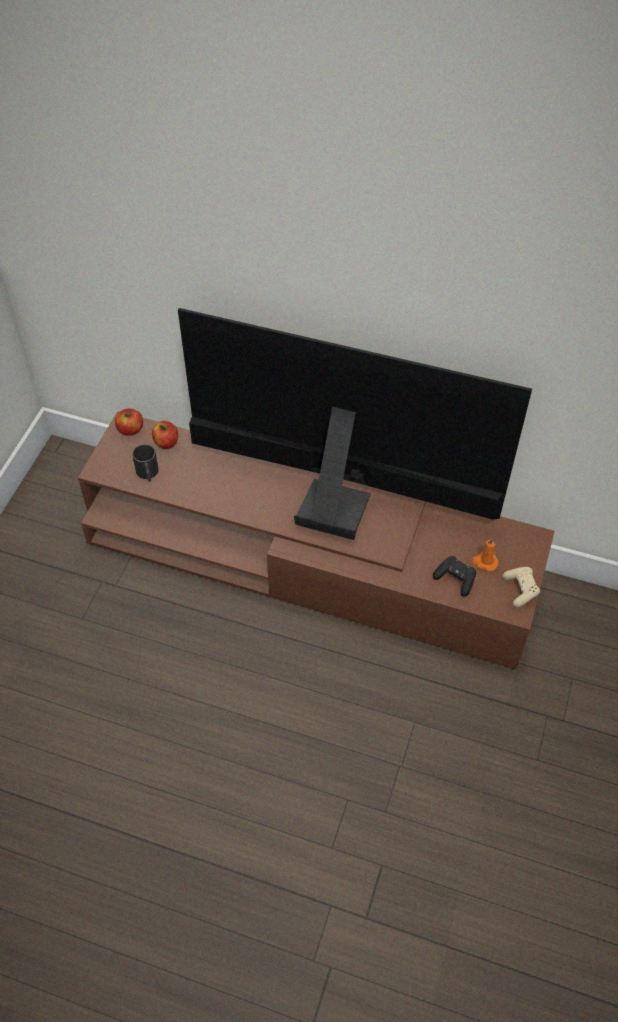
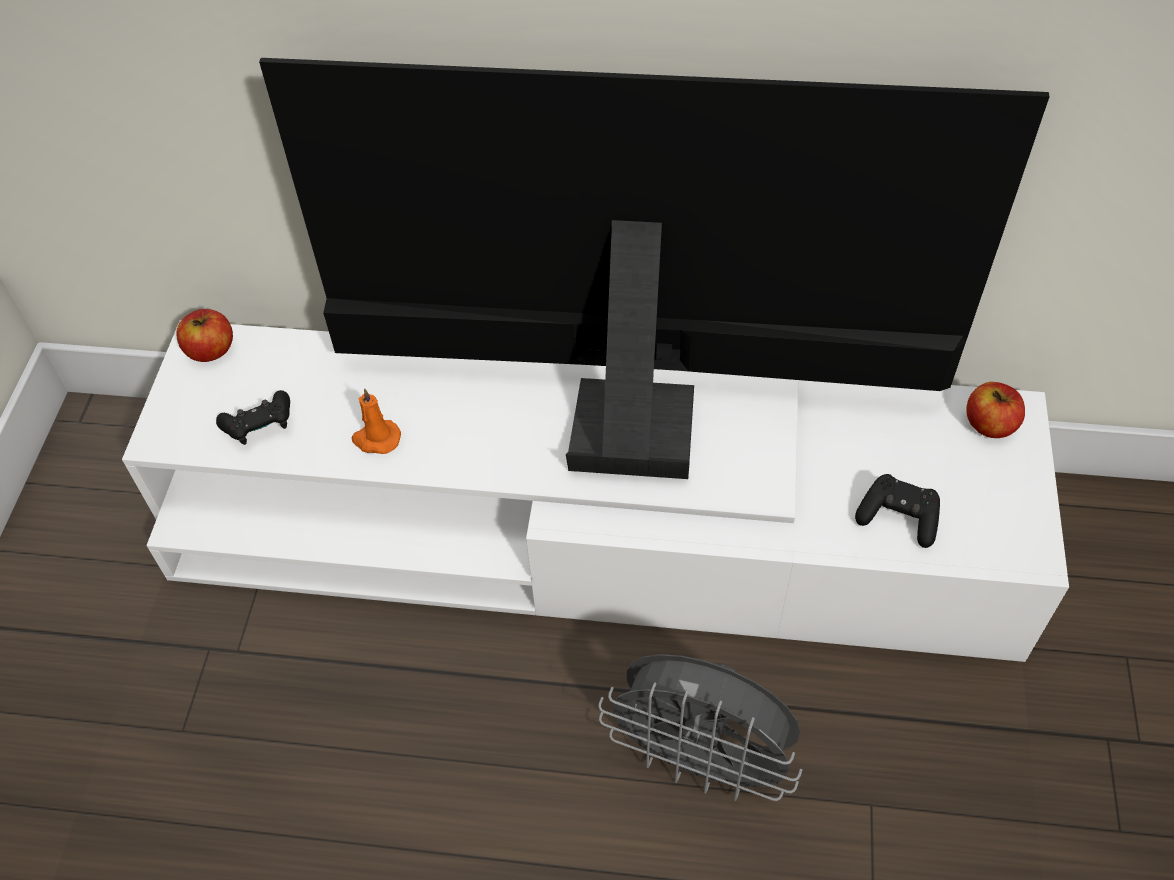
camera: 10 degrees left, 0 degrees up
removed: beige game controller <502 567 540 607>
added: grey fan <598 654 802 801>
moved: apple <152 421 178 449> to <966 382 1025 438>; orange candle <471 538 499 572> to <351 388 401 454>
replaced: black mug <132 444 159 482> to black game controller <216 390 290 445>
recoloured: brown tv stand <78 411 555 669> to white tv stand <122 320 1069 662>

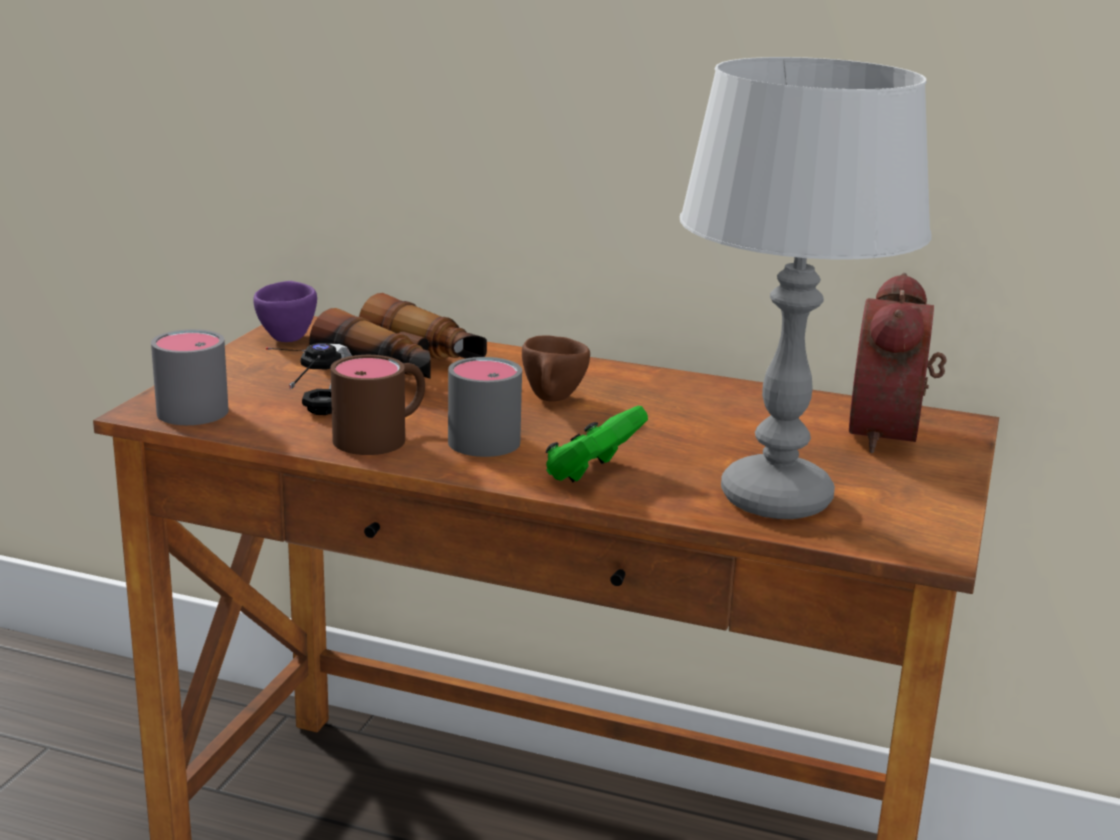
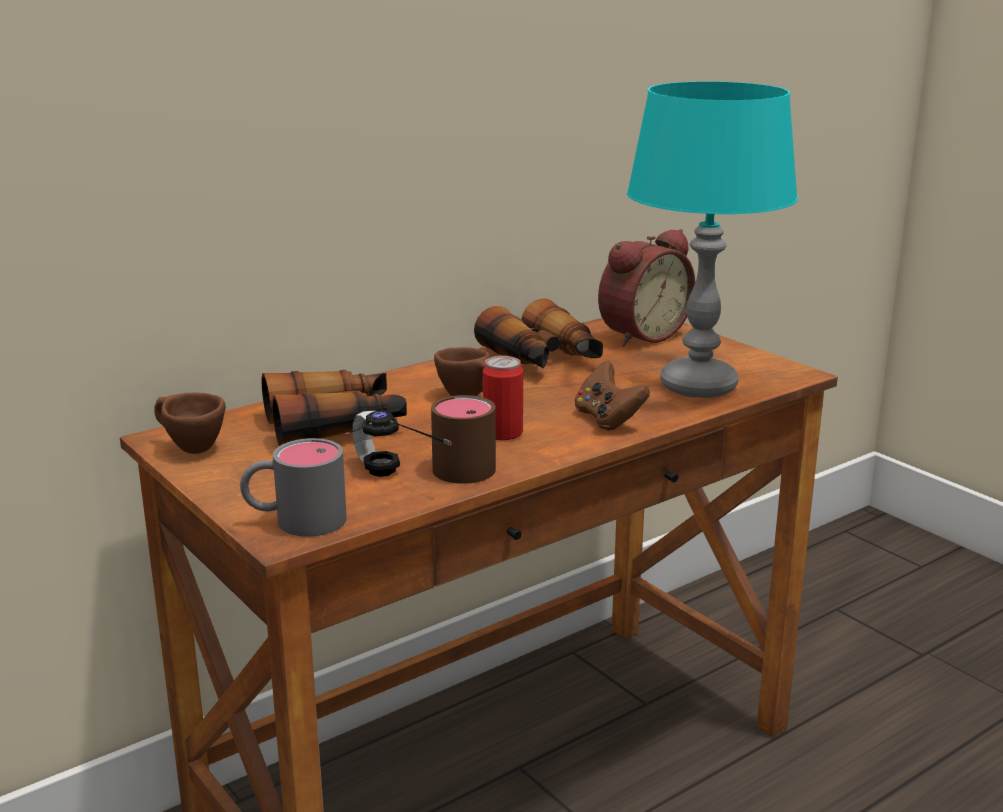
camera: 55 degrees left, 0 degrees up
added: binoculars <474 299 603 368>
replaced: grey mug <448 357 522 457> to can <483 356 523 440>
recoloured: grey table lamp <680 57 932 519> to turquoise table lamp <627 81 798 398>; purple cup <253 281 317 342> to brown cup <154 392 226 454>; green game controller <546 406 648 482> to brown game controller <575 361 650 431>
turned: alarm clock <849 273 946 453> = <598 229 695 346> 90 degrees counterclockwise

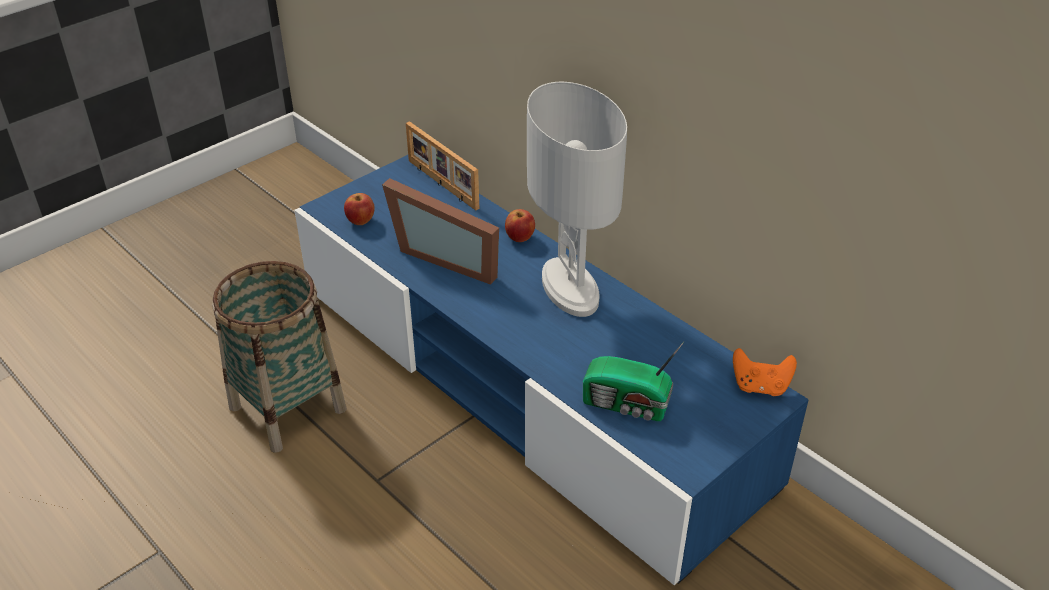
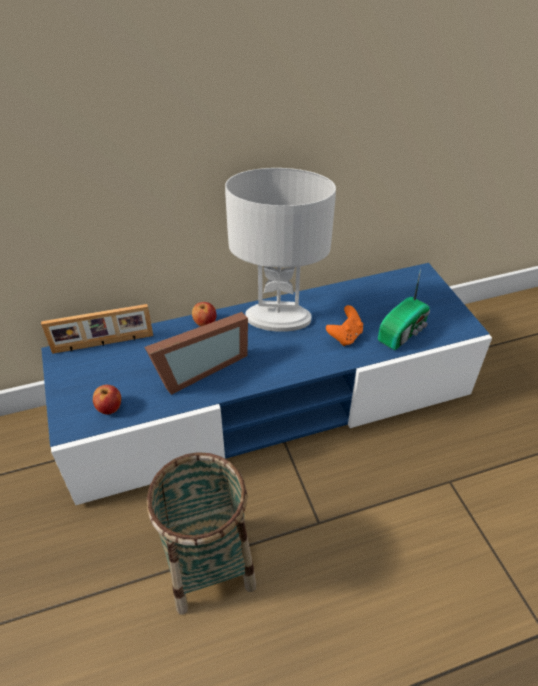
camera: 65 degrees left, 5 degrees up
moved: orange game controller <733 348 797 396> to <326 305 363 346>

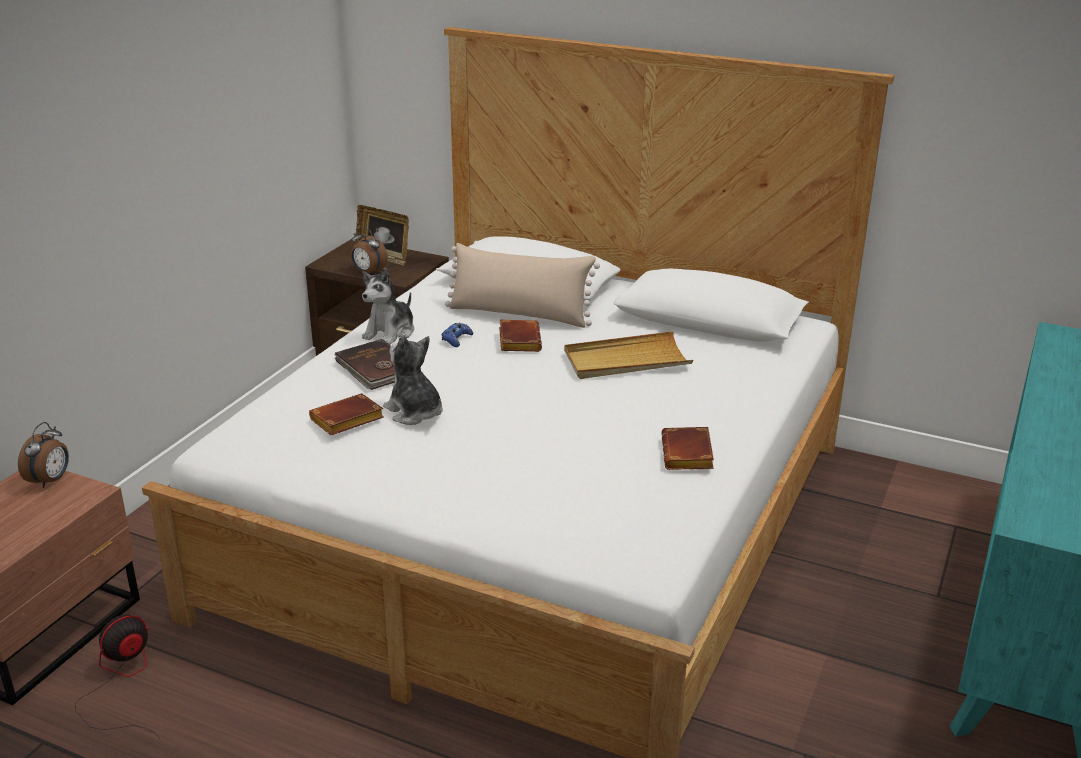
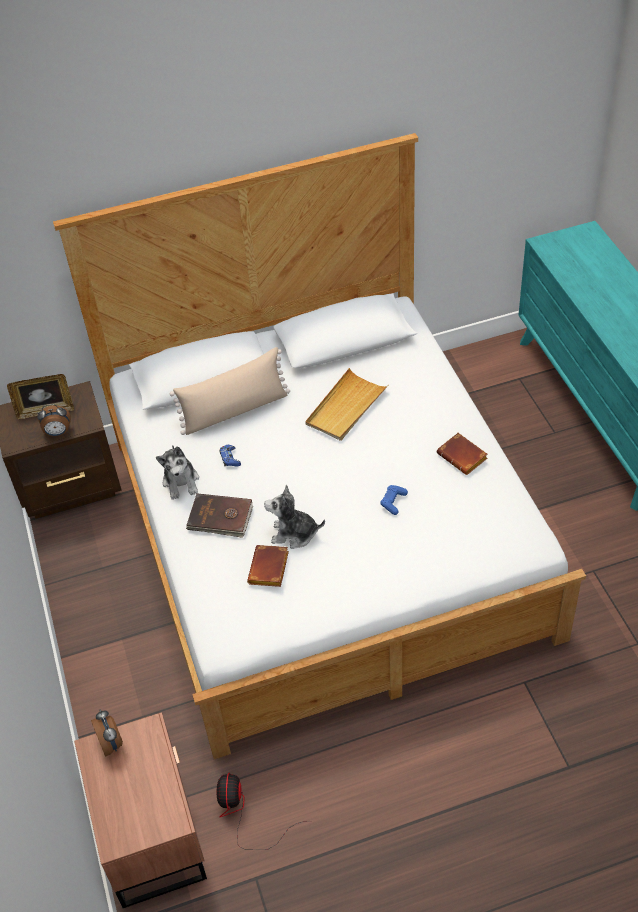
camera: 40 degrees left, 20 degrees up
removed: brown book <499 320 542 352>
added: blue game controller <380 485 408 515>

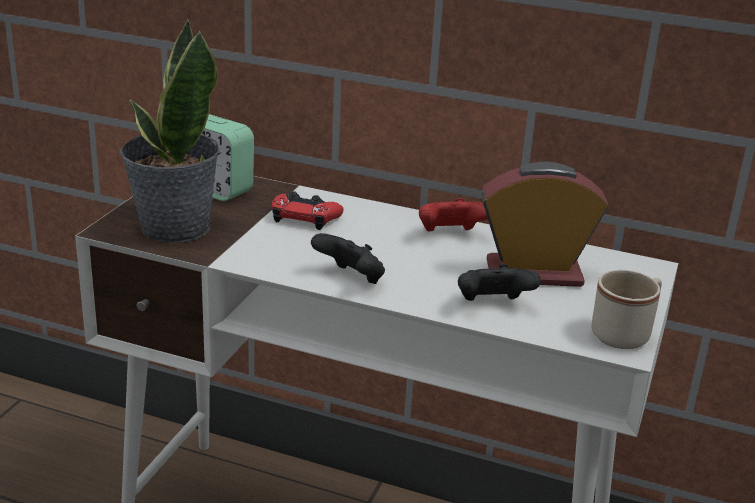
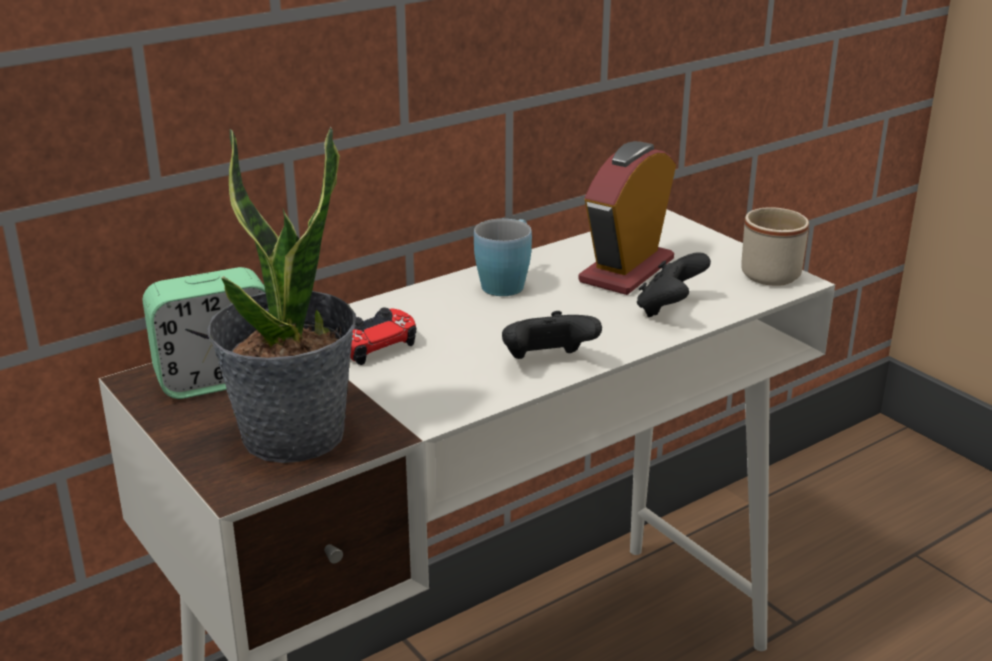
camera: 55 degrees left, 0 degrees up
replaced: red game controller <419 198 488 232> to blue mug <474 219 532 296>

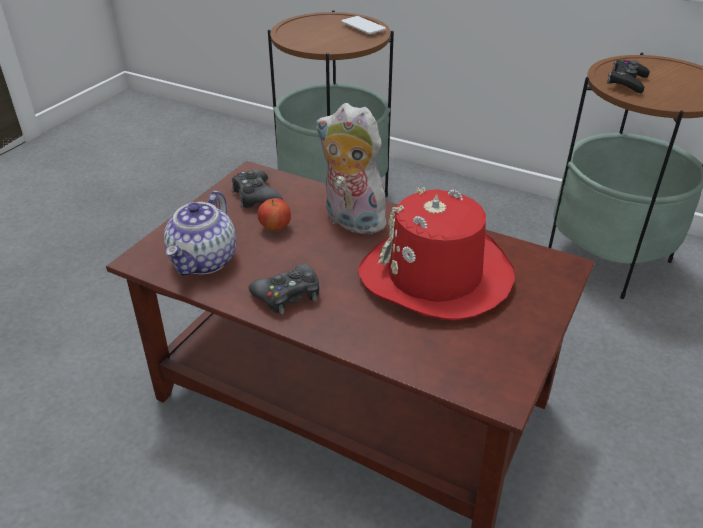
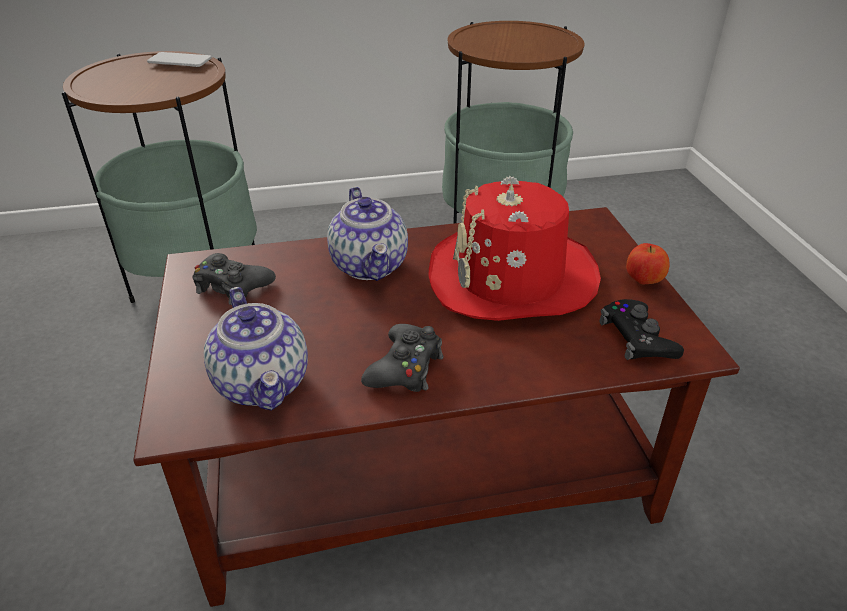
camera: 40 degrees left, 0 degrees up
moved: black game controller <607 60 650 93> to <599 299 684 360>; apple <257 198 291 231> to <626 243 670 284>
replaced: plush toy <316 103 386 234> to teapot <327 187 408 281>

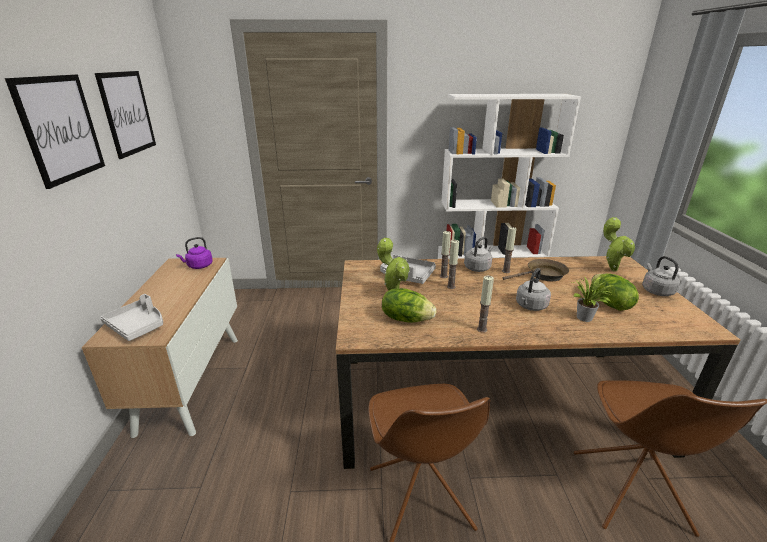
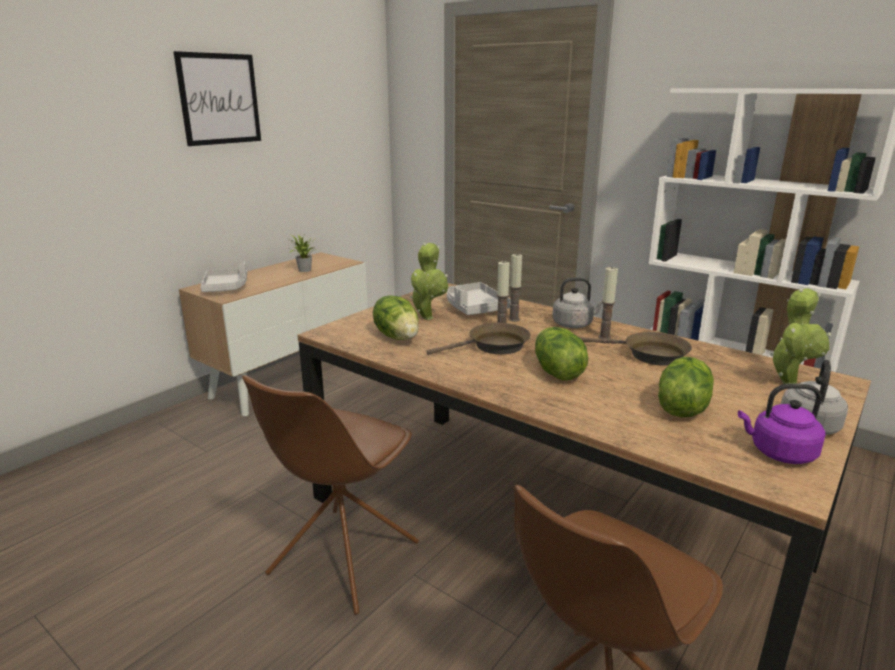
camera: 40 degrees right, 5 degrees down
removed: picture <95 71 156 159>; candle <477 276 494 333>
added: brown frying pan <426 323 531 355>
moved: purple kettle <176 237 213 269> to <738 384 825 464>; potted plant <570 276 615 322> to <287 234 316 272>
replaced: grey kettle <516 268 551 311> to lettuce <535 327 588 380>

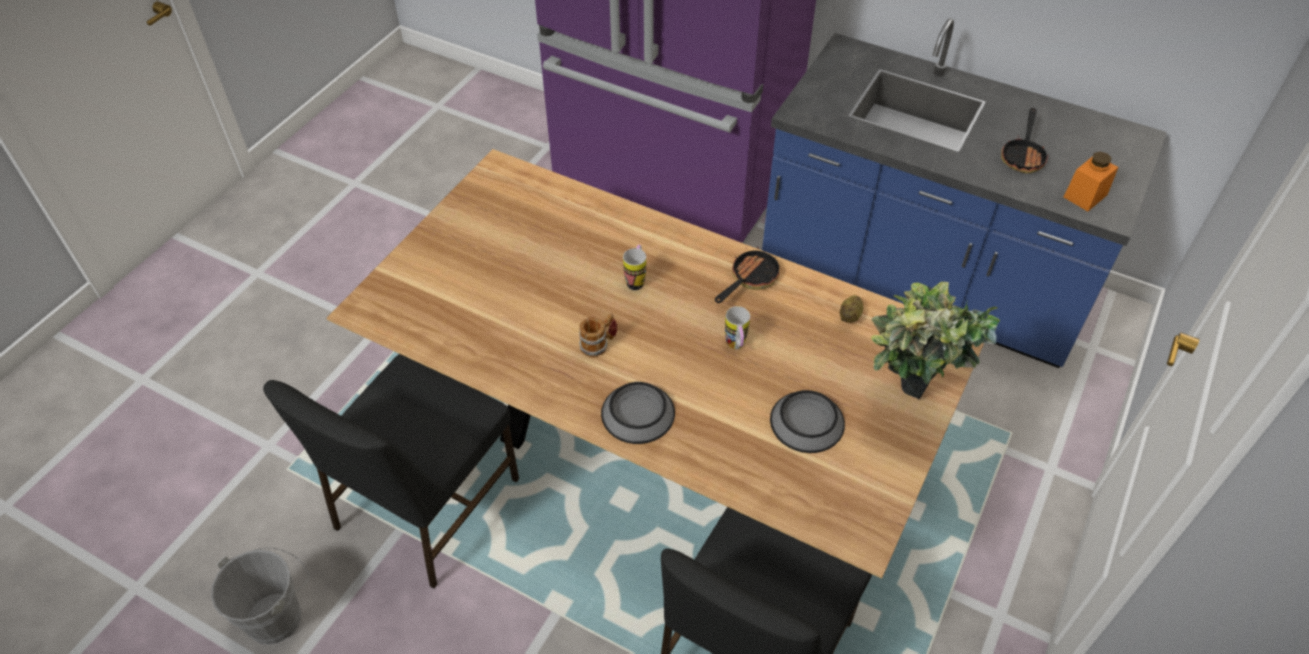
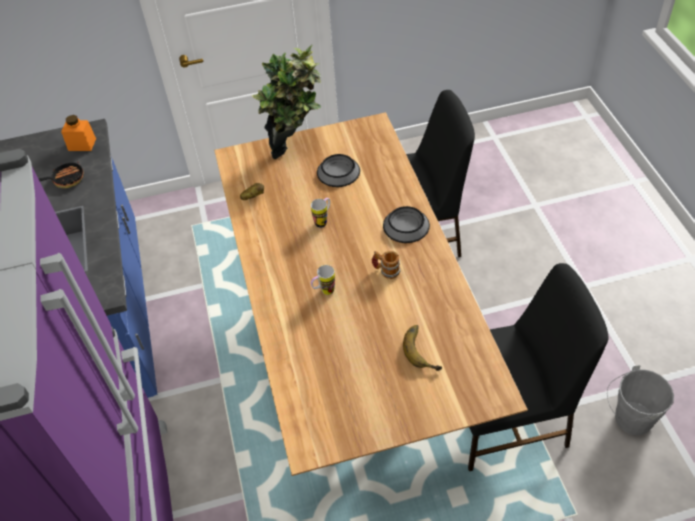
camera: 130 degrees left, 0 degrees up
removed: frying pan <715 247 780 303>
added: banana <403 325 442 371>

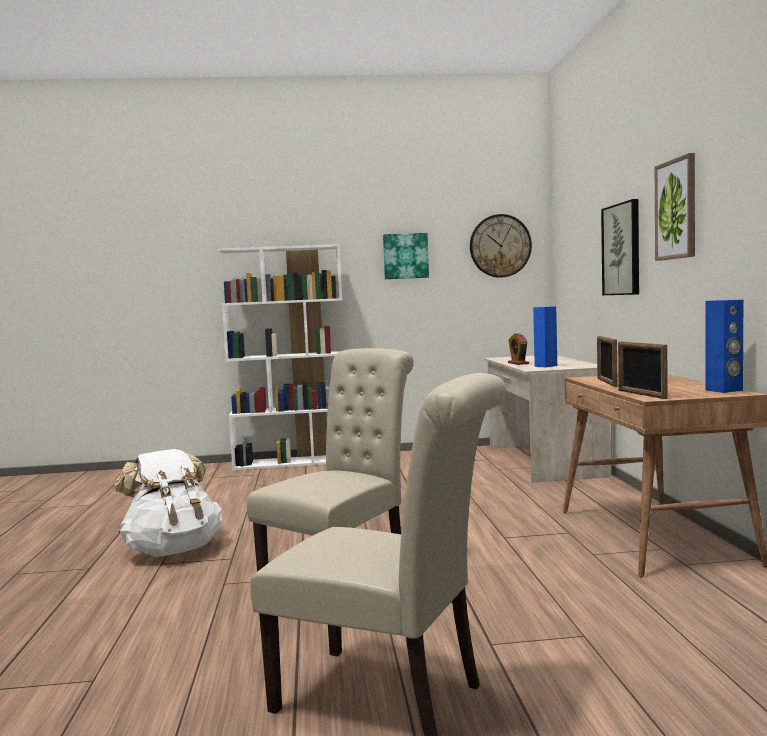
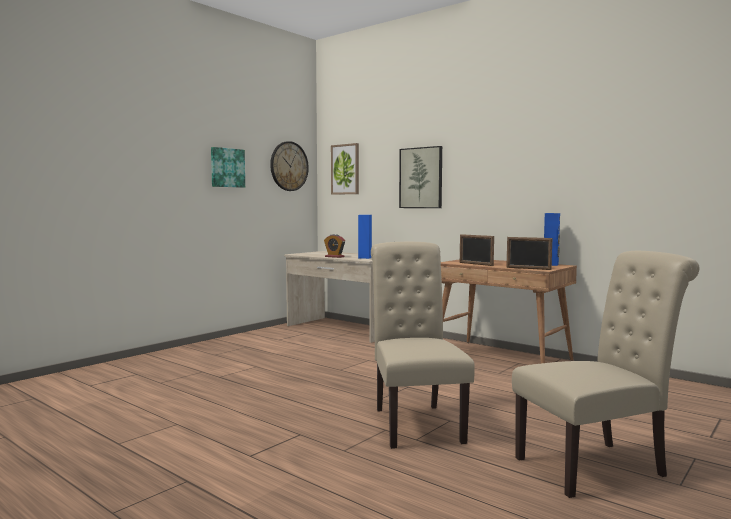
camera: 45 degrees left, 0 degrees up
removed: white bookcase <218 244 343 470>; white backpack <114 449 222 557>
moved: picture <655 153 695 261> to <331 143 359 195>

